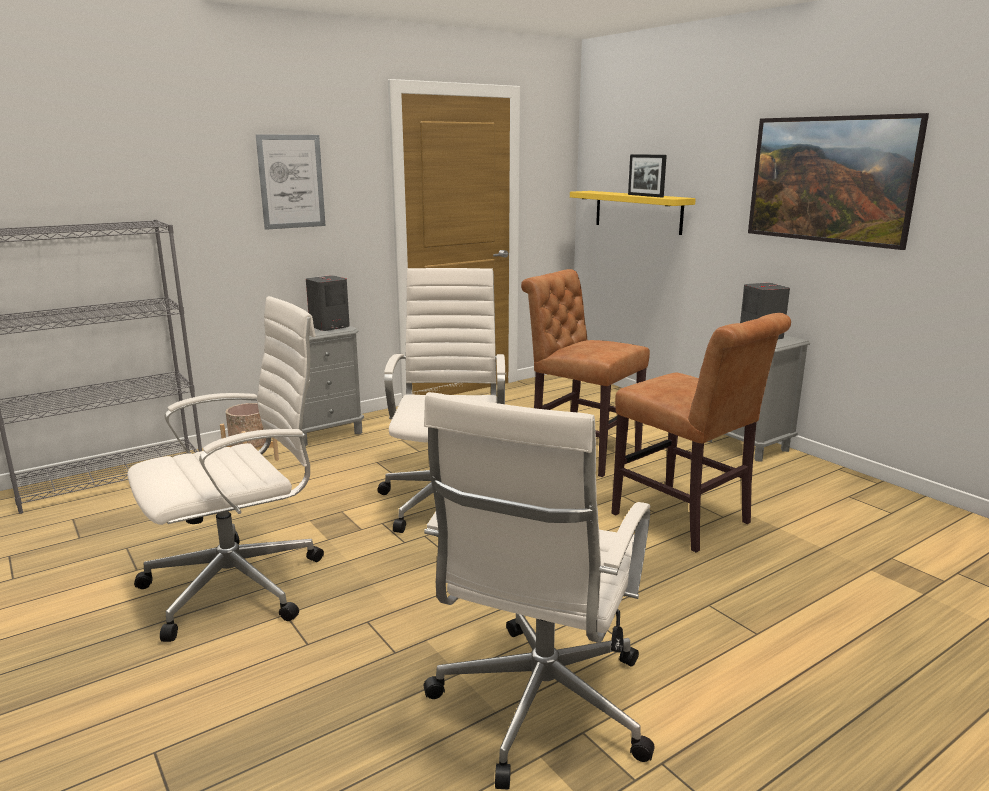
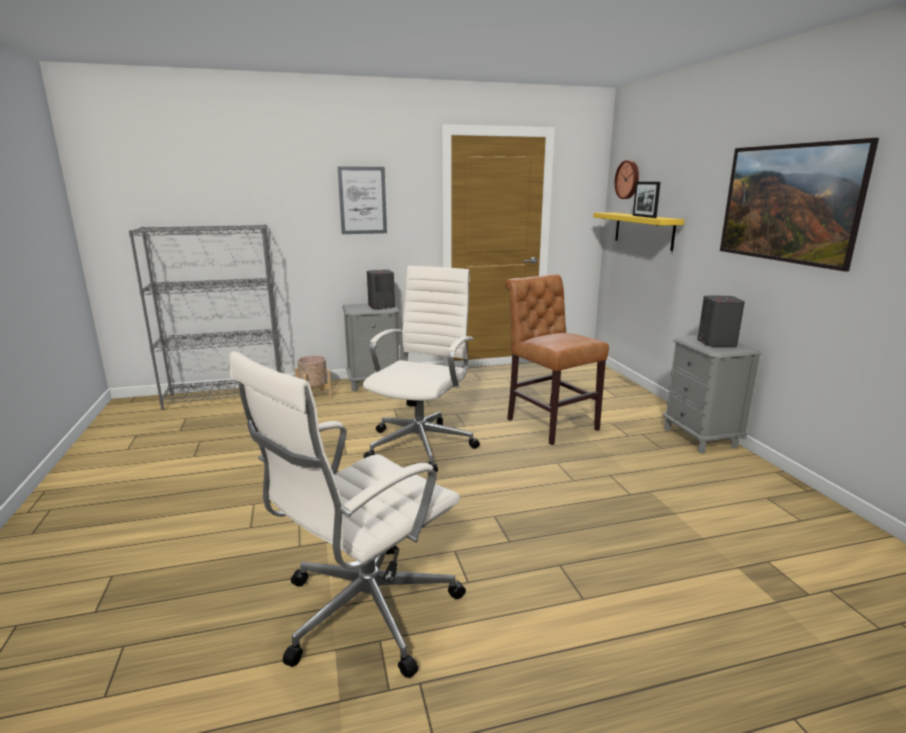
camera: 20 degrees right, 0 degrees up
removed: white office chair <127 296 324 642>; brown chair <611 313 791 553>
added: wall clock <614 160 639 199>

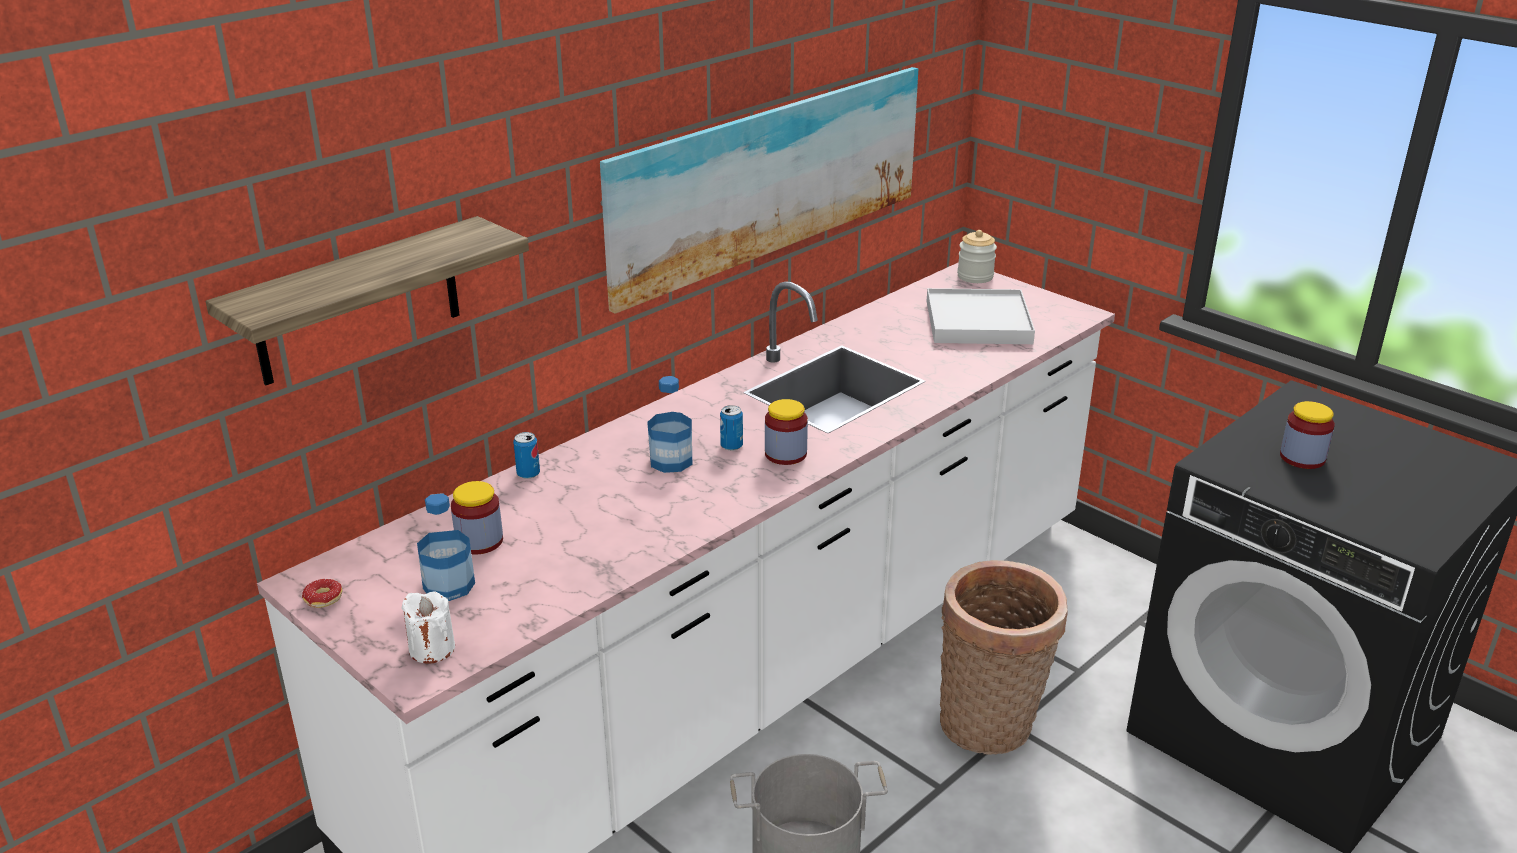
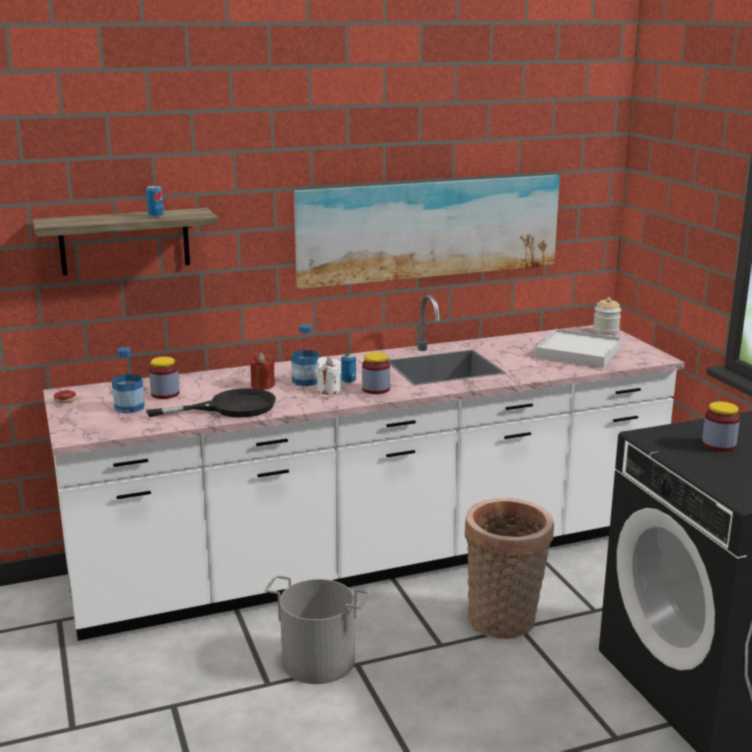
camera: 25 degrees right, 10 degrees down
added: red candle <250 353 275 390>; black frying pan <146 388 276 418>
moved: can <513 432 540 479> to <146 186 164 217>; white candle <401 591 455 663> to <317 357 342 394>

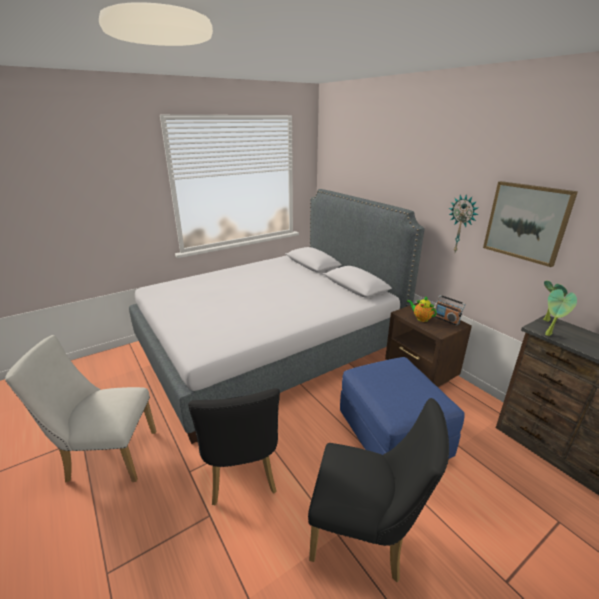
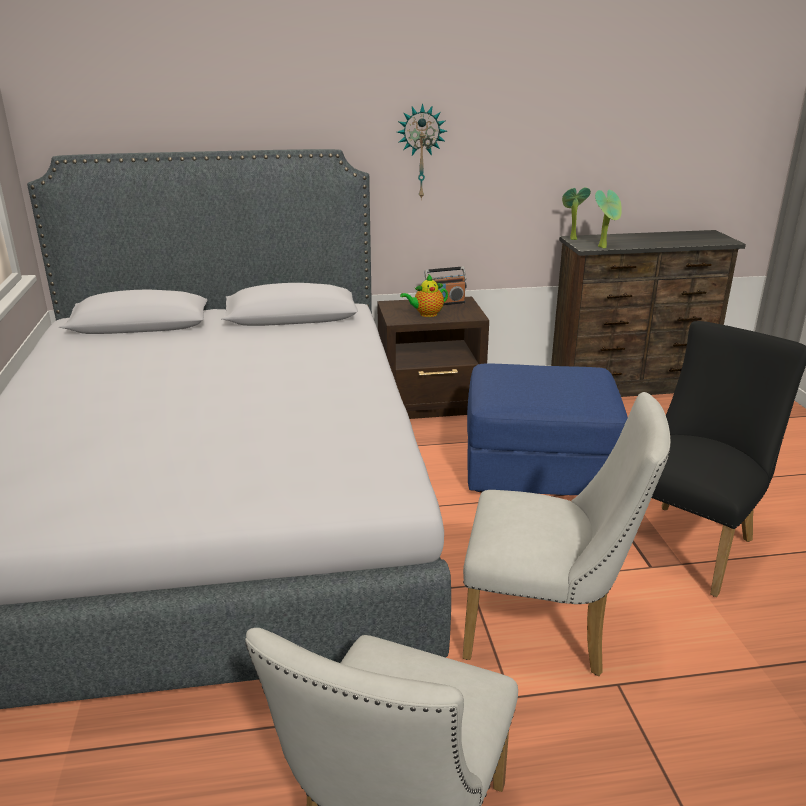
camera: 65 degrees left, 0 degrees up
removed: picture <483 181 578 267>
recoloured: black chair <188 388 280 505> to white chair <462 392 671 676>

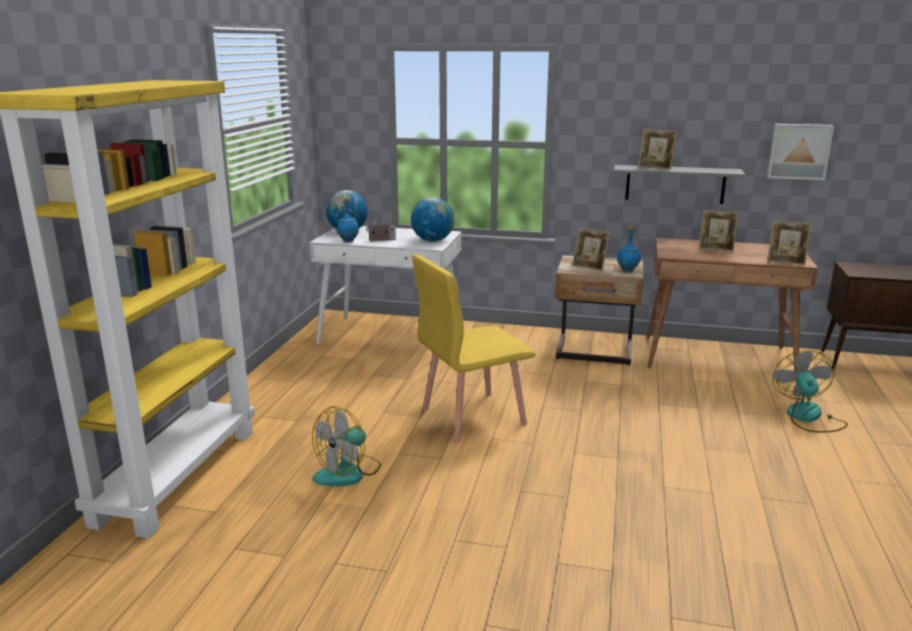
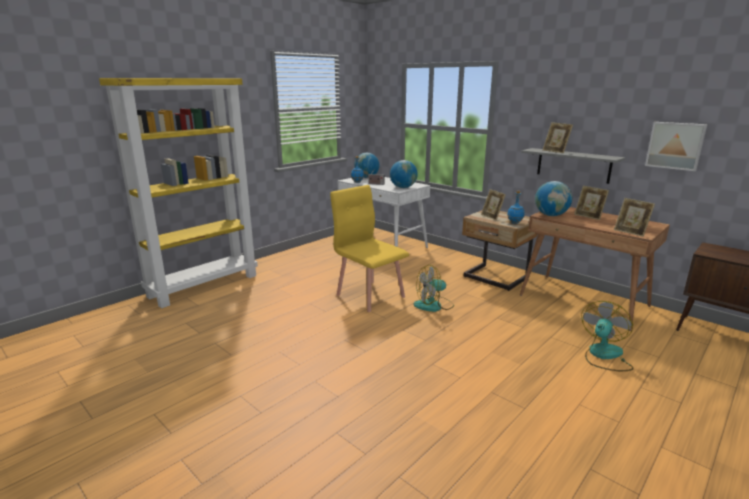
camera: 30 degrees right, 0 degrees up
added: globe <535 181 572 216>
moved: fan <312 406 381 486> to <413 265 454 312>
turned: yellow chair <412 254 536 443> = <330 185 409 312> 45 degrees clockwise

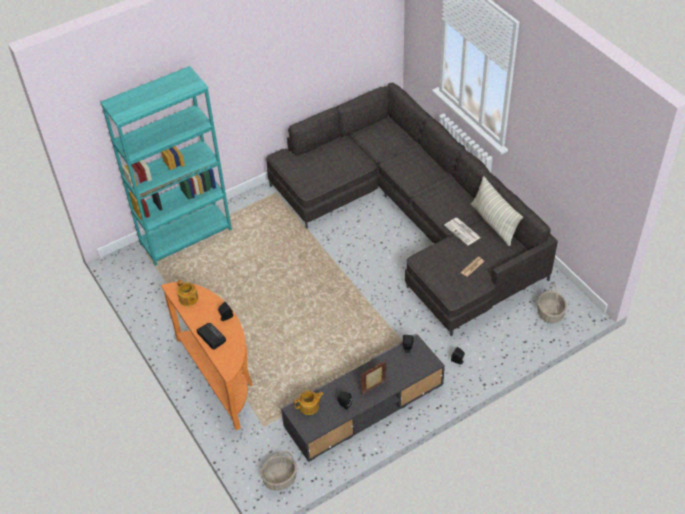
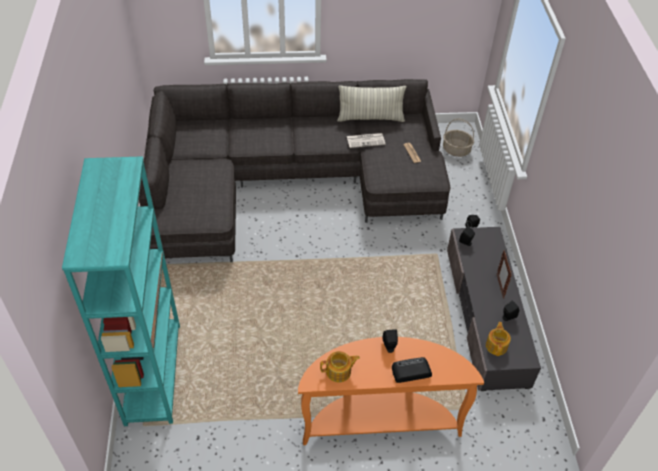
camera: 65 degrees left, 0 degrees up
removed: basket <260 452 297 491>

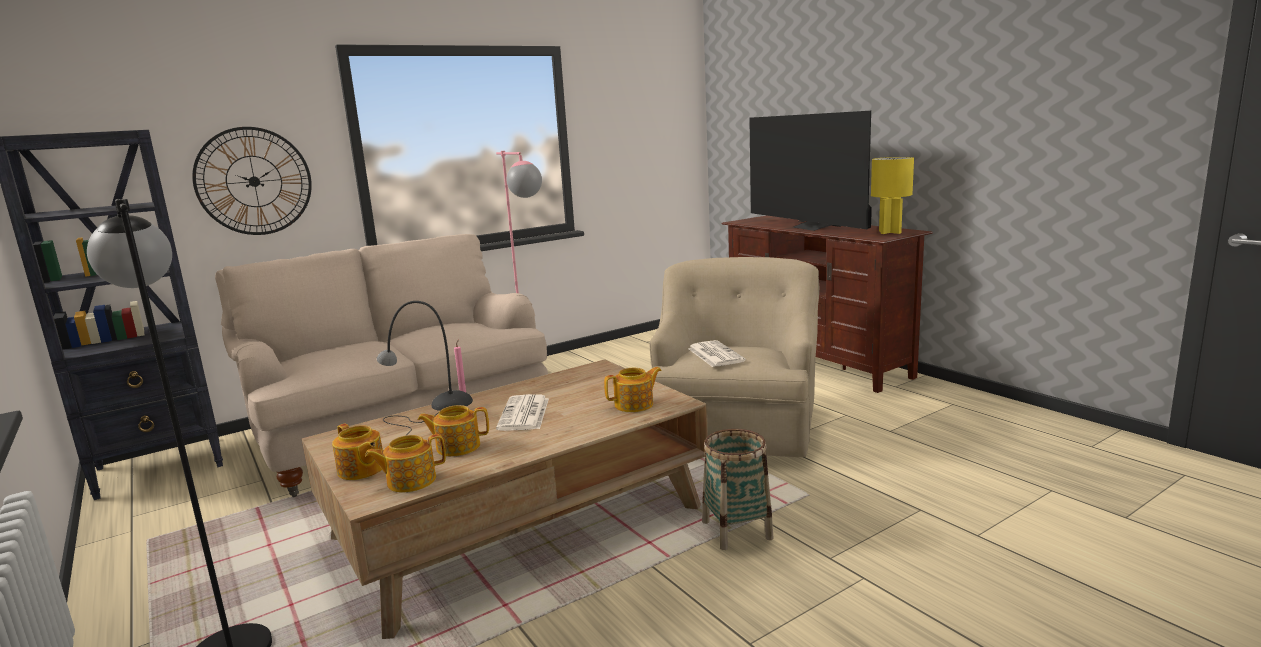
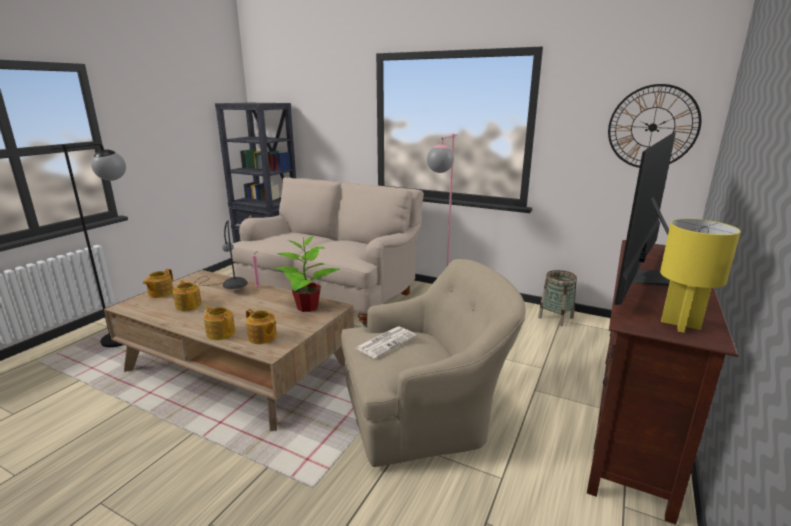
camera: 60 degrees right, 5 degrees up
removed: newspaper <496 394 549 431>
added: potted plant <275 236 340 312>
moved: wall clock <192 127 312 235> to <608 84 701 168>; basket <702 429 774 550> to <538 270 577 326>; teapot <365 434 446 492> to <204 306 235 340>

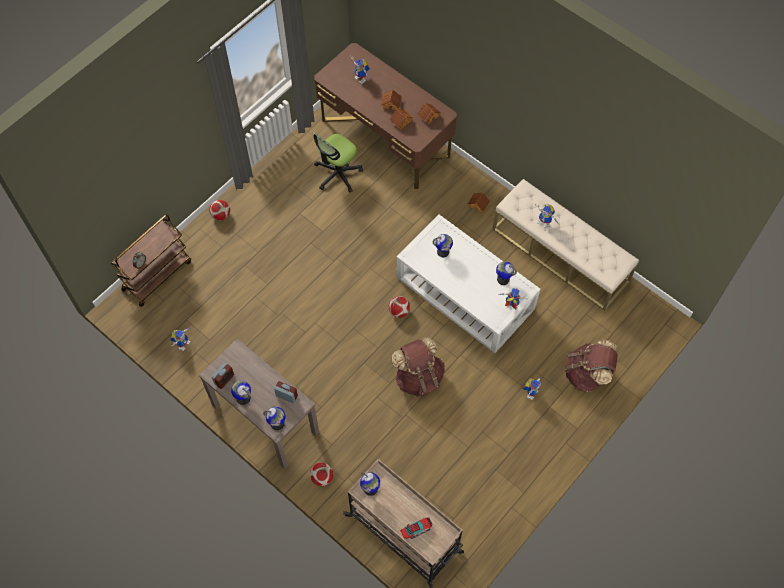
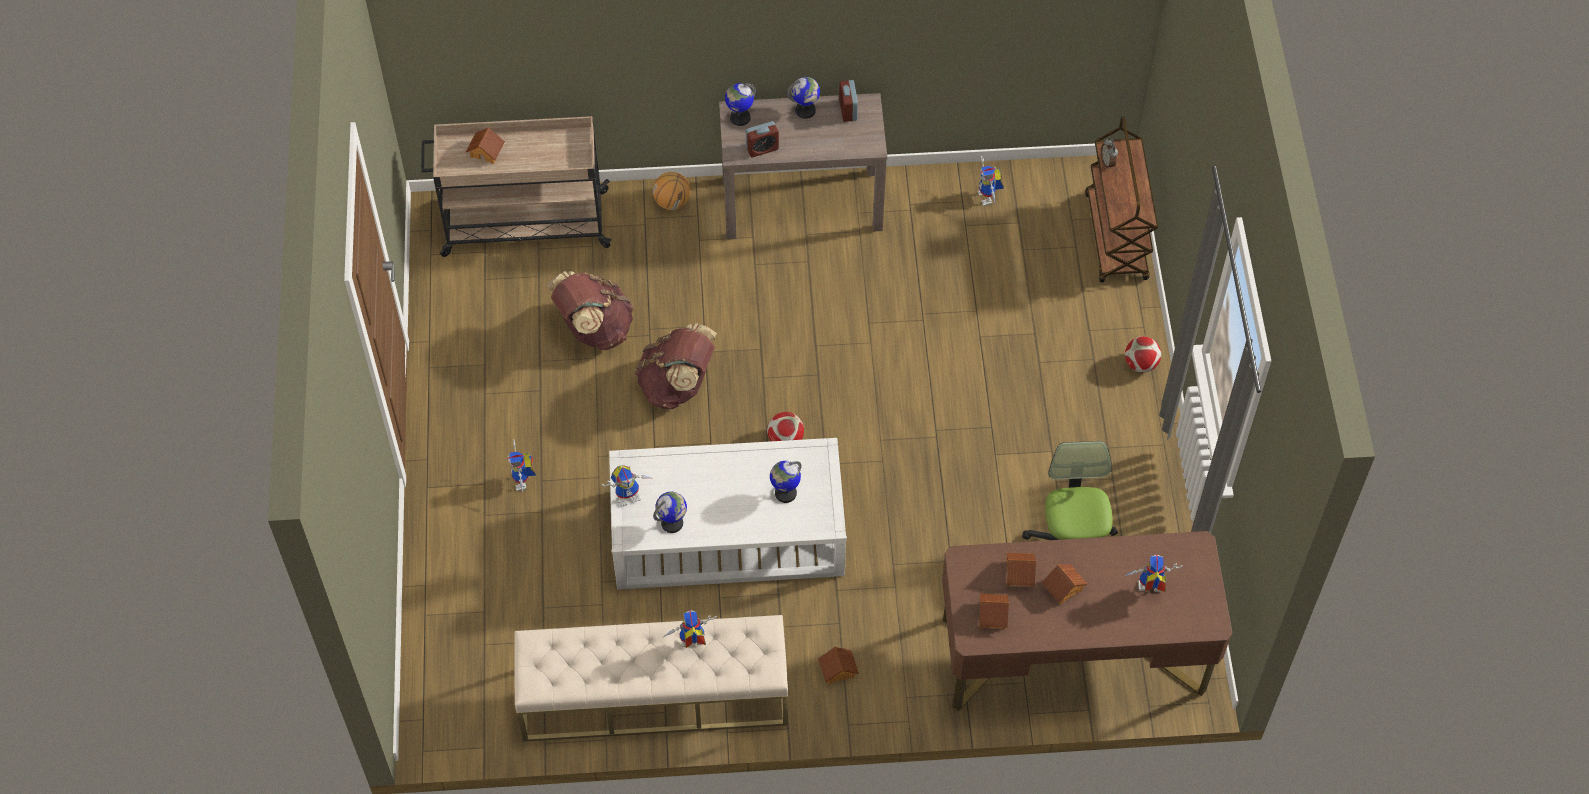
camera: 135 degrees right, 5 degrees down
removed: globe <360 472 380 496>
moved: brown backpack <565 339 618 392> to <546 271 634 350>
replaced: football <310 463 333 486> to basketball <653 172 691 210>; toy truck <400 518 433 539> to toy house <466 127 505 164>

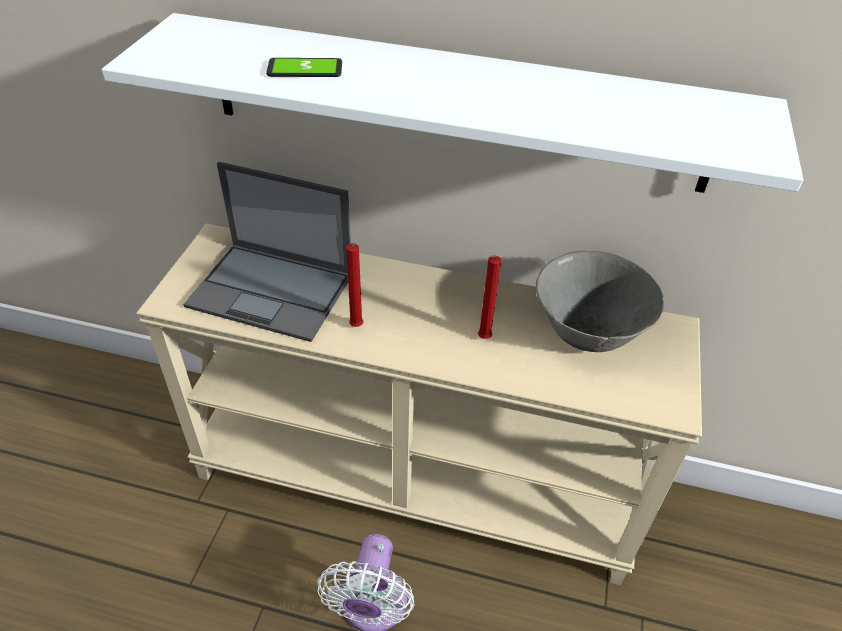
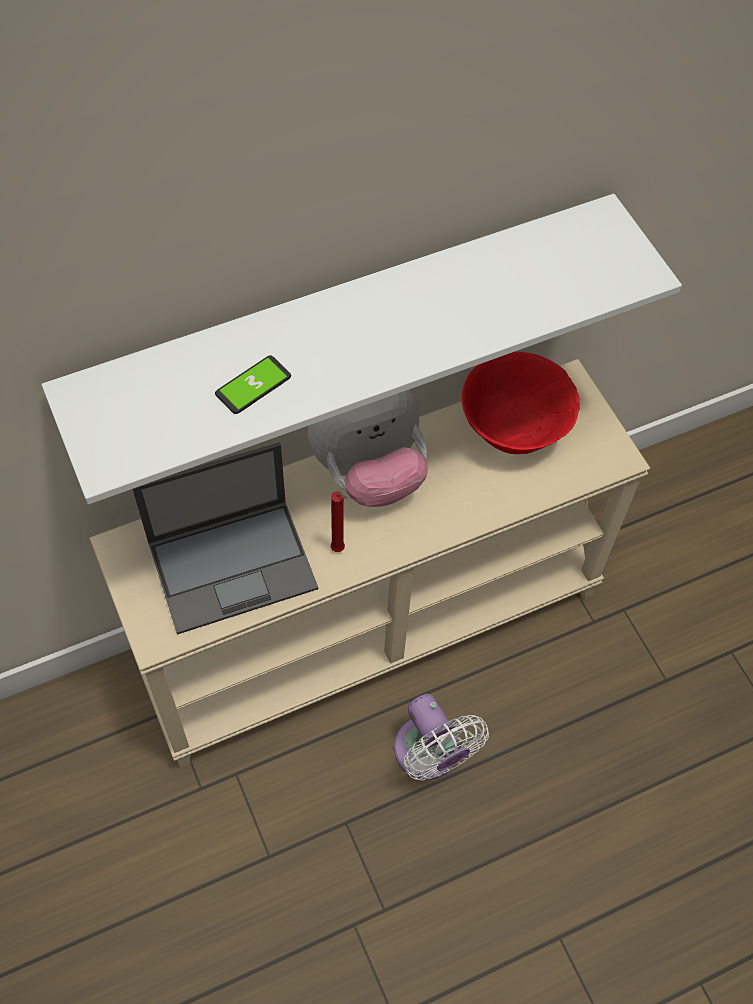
camera: 40 degrees left, 15 degrees up
removed: red candle <478 256 501 339>
added: plush toy <308 390 428 507>
recoloured: grey bowl <536 251 664 352> to red bowl <462 352 580 454>

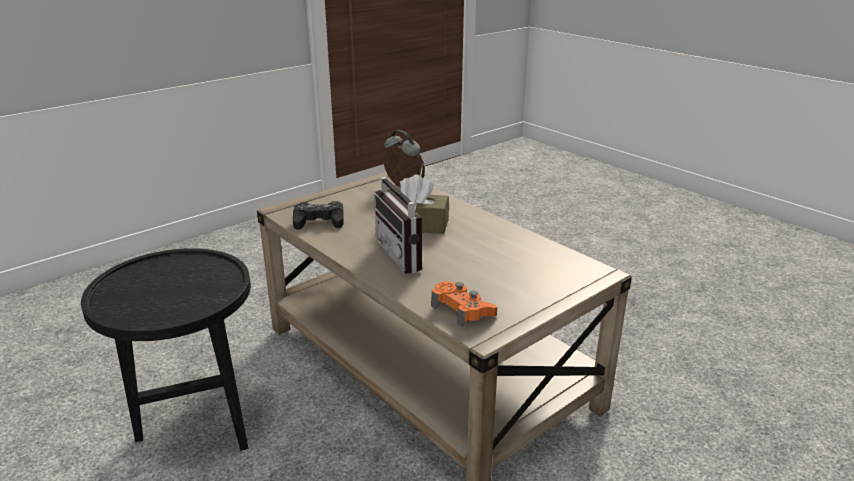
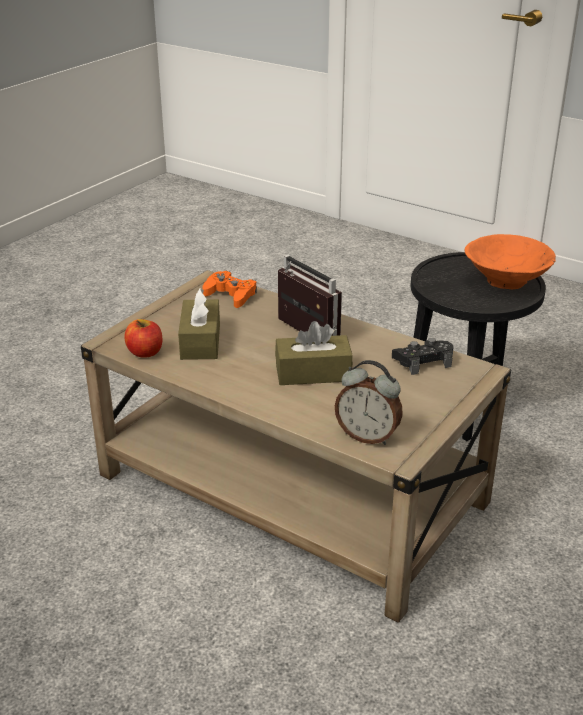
camera: 165 degrees right, 5 degrees up
added: orange bowl <465 234 556 289>; brown tissue box <178 289 220 360>; apple <124 319 163 358>

